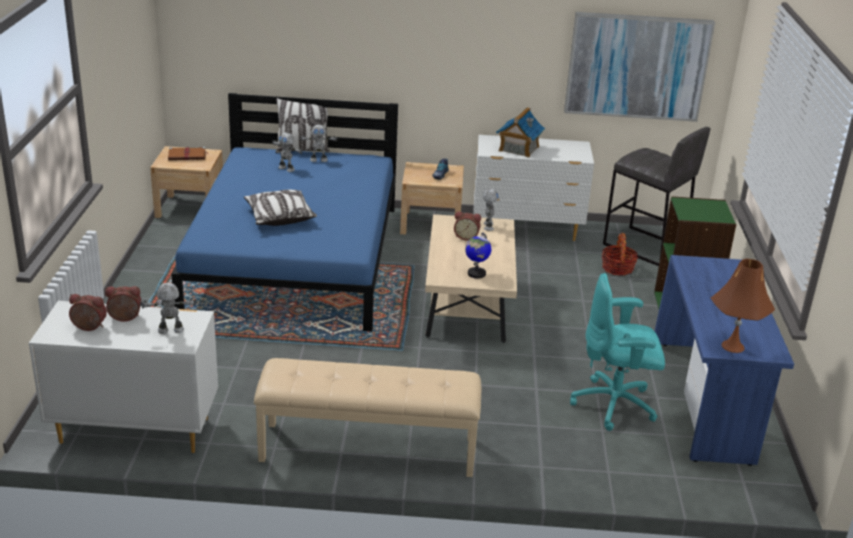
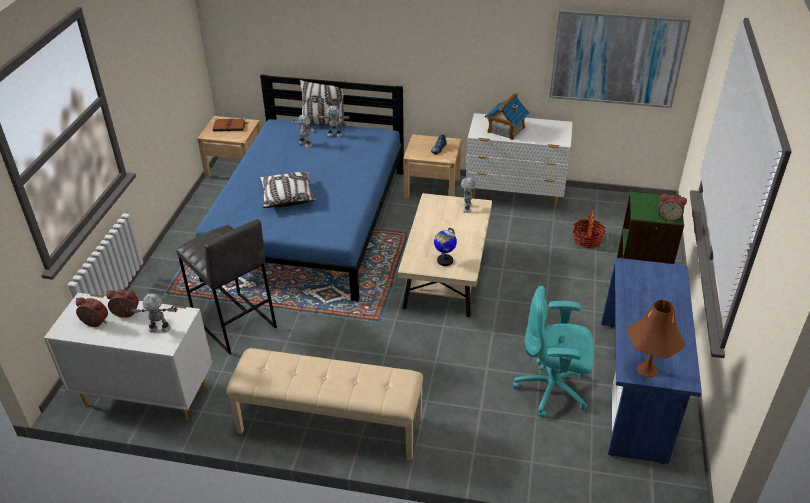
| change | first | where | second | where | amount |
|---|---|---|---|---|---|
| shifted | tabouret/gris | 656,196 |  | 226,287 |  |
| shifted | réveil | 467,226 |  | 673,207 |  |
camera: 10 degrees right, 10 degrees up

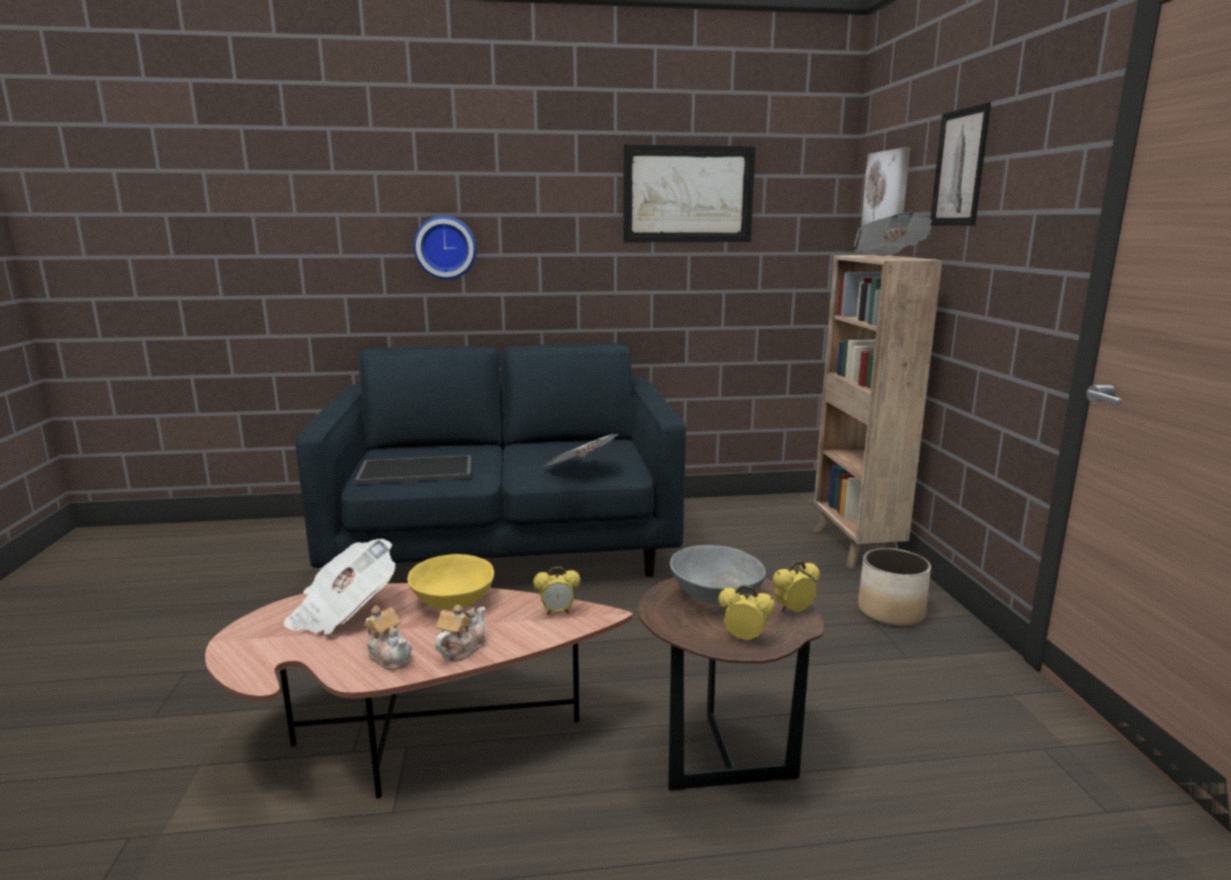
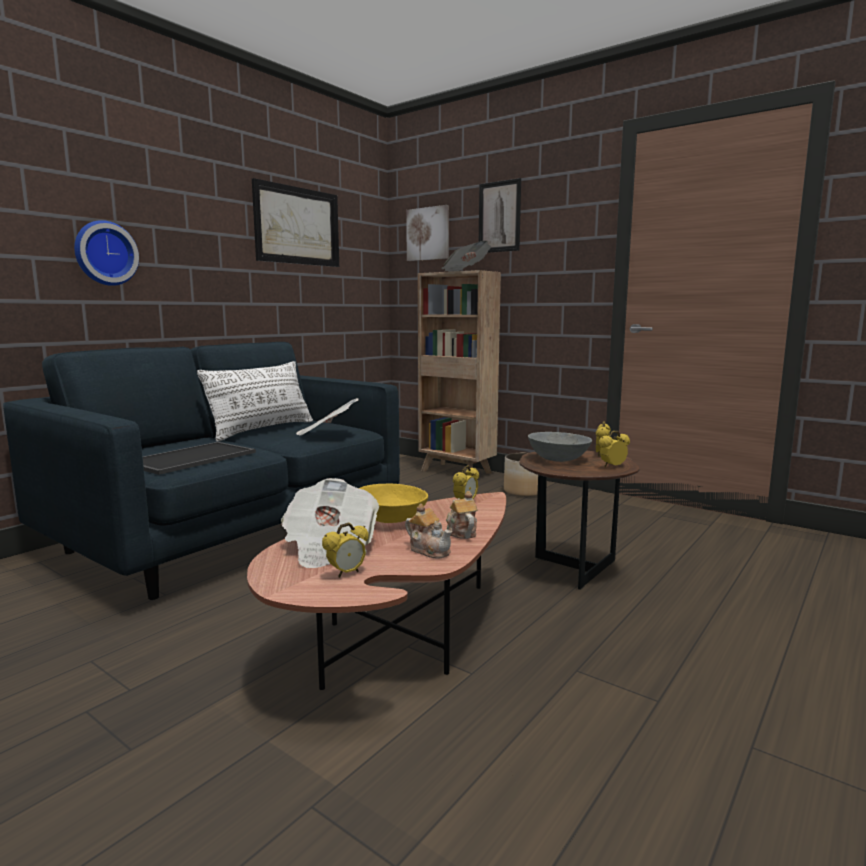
| change | first | where | second | where | amount |
|---|---|---|---|---|---|
| rotated | théière | 388,637 |  | 428,531 | 45 degrees clockwise |
| new |  |  | coussin/blanc | 255,401 |  |
| new |  |  | réveil | 345,550 |  |
camera: 45 degrees left, 5 degrees down

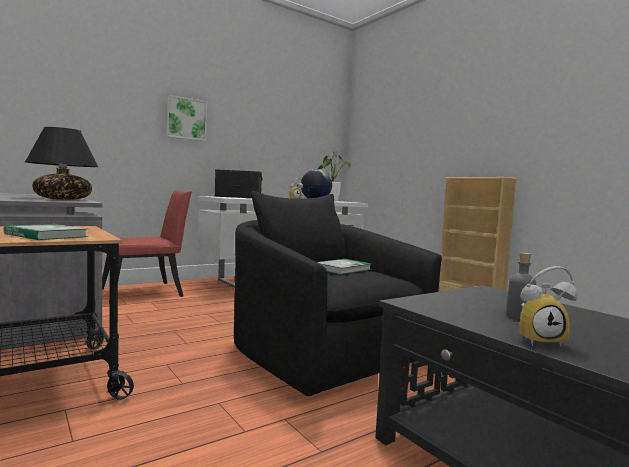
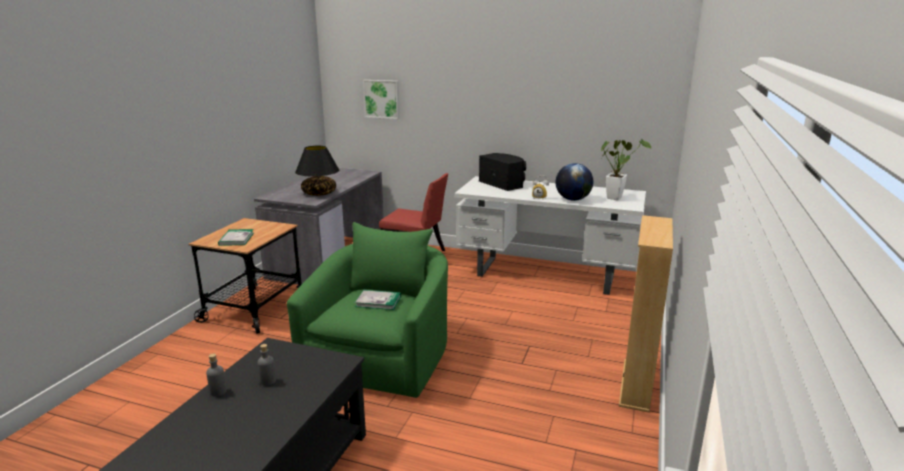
| change | first | where | second | where | amount |
|---|---|---|---|---|---|
| shifted | tableau | 186,118 |  | 381,99 |  |
| repainted | fauteuil/noir | 338,293 | fauteuil/vert | 367,310 |  |
| swapped | réveil | 548,306 | bouteille/gris | 216,375 |  |
camera: 55 degrees right, 15 degrees up

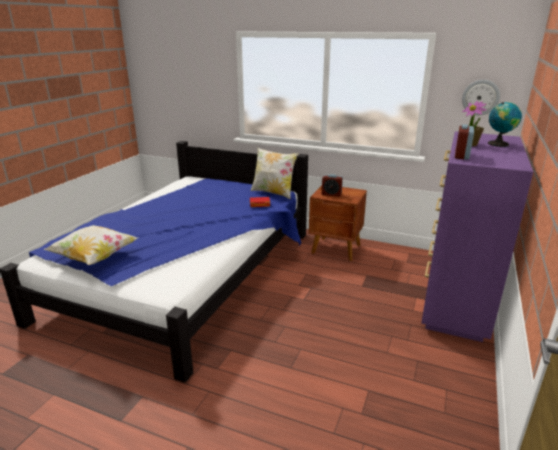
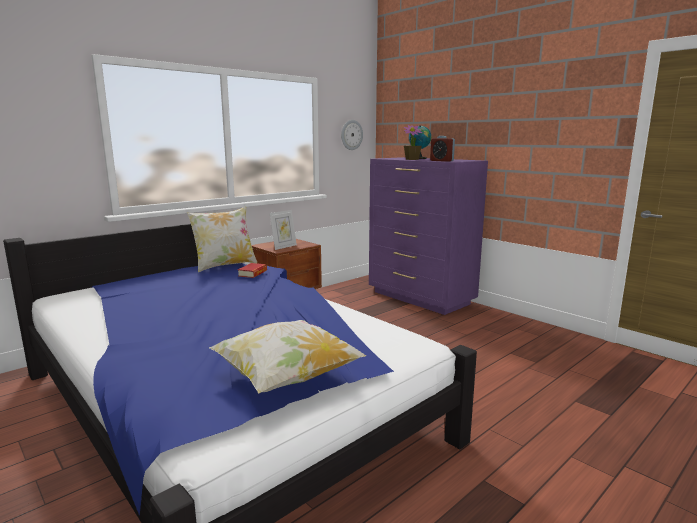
| change | first | where | second | where | amount |
|---|---|---|---|---|---|
| swapped | réveil | 332,185 | cadre photo | 283,230 |  |
camera: 65 degrees left, 10 degrees down

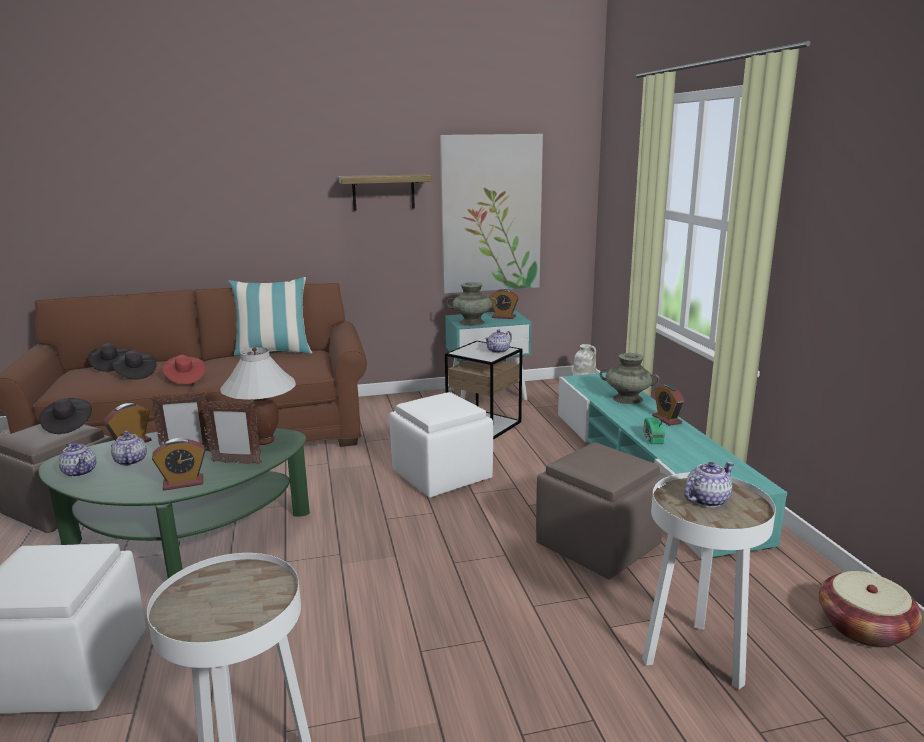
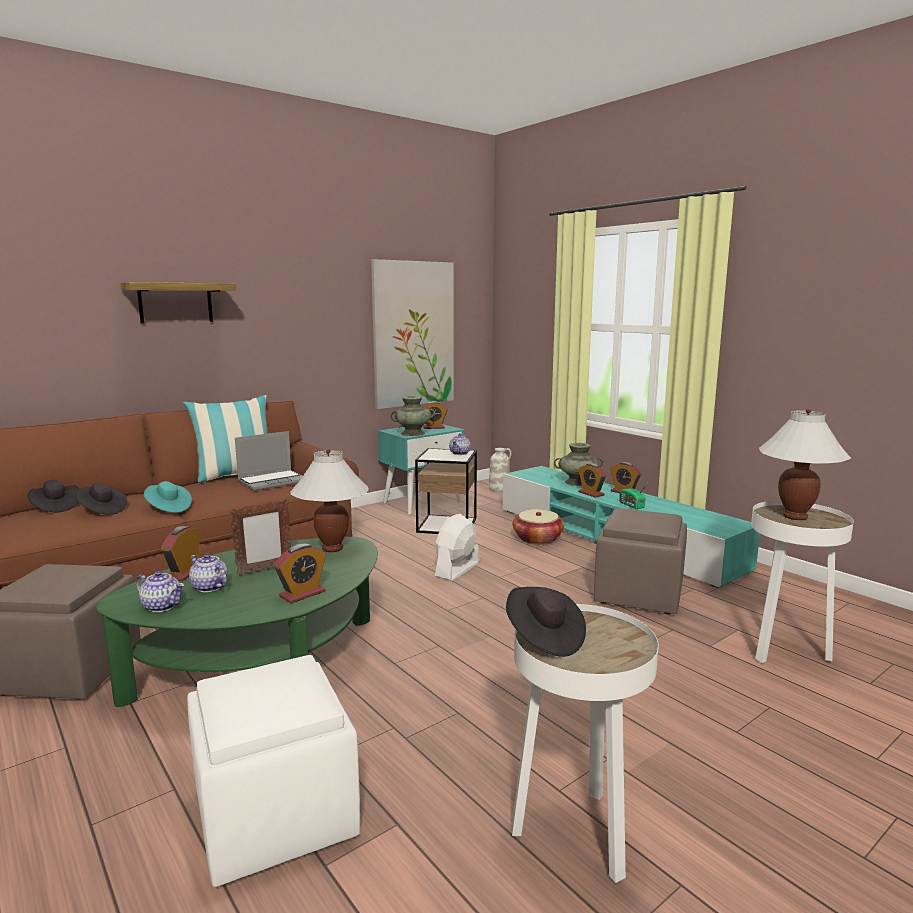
| change | first | where | second | where | amount |
|---|---|---|---|---|---|
| shifted | étagère | 385,192 |  | 178,302 |  |
| repainted | chapeau/rouge | 184,369 | chapeau/turquoise | 168,497 |  |
| swapped | pouf/blanc | 441,445 | ventilateur/blanc | 457,547 |  |
| shifted | chapeau/noir | 65,416 |  | 546,622 |  |
| gone | cadre photo | 232,433 |  |  |  |
| swapped | théière | 709,485 | lampe de table/blanc | 805,464 |  |
| shifted | panier | 870,609 |  | 538,527 |  |
| new |  |  | ordinateur portable | 269,461 |  |
| new |  |  | réveil | 592,480 |  |
camera: 25 degrees left, 5 degrees down

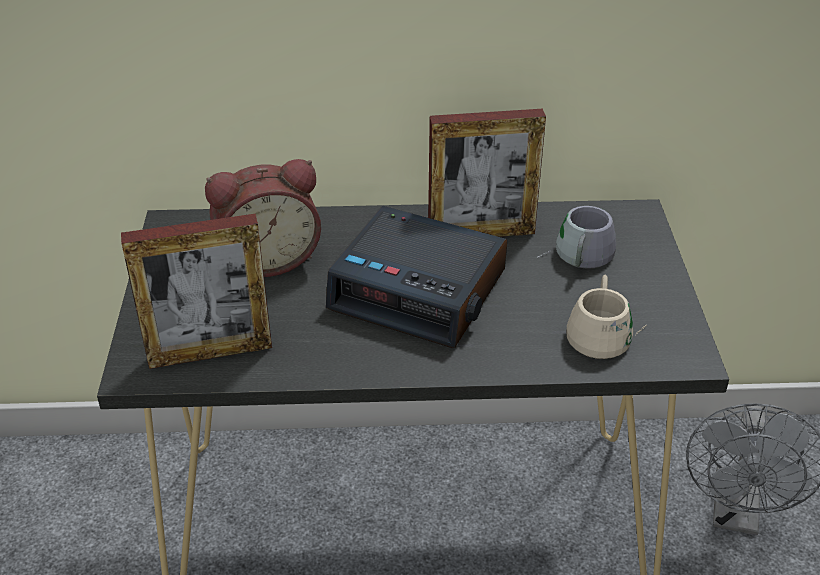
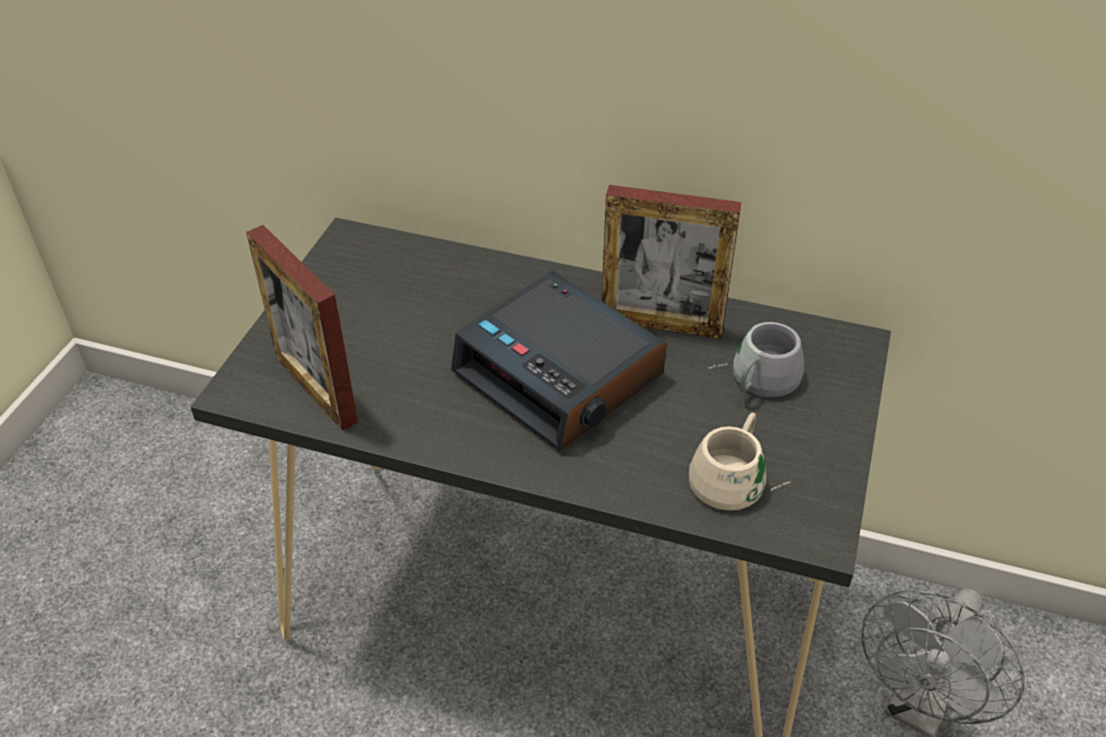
| change | first | where | second | where | amount |
|---|---|---|---|---|---|
| gone | réveil | 263,218 |  |  |  |
| rotated | cadre photo | 196,291 |  | 302,328 | 45 degrees clockwise |
camera: 20 degrees right, 5 degrees up

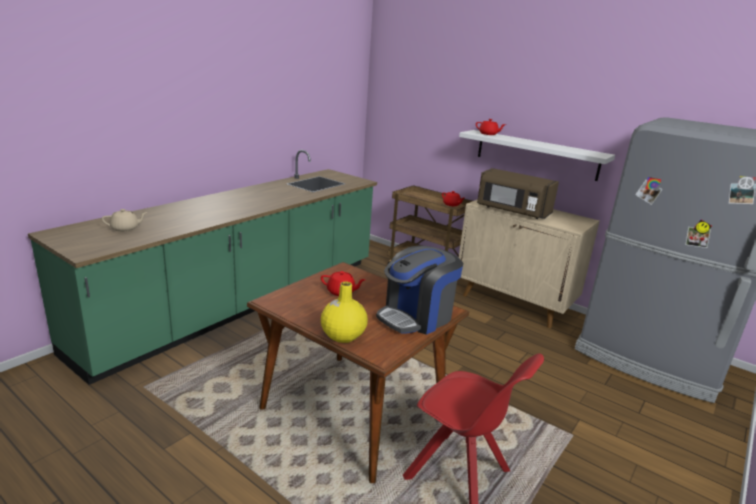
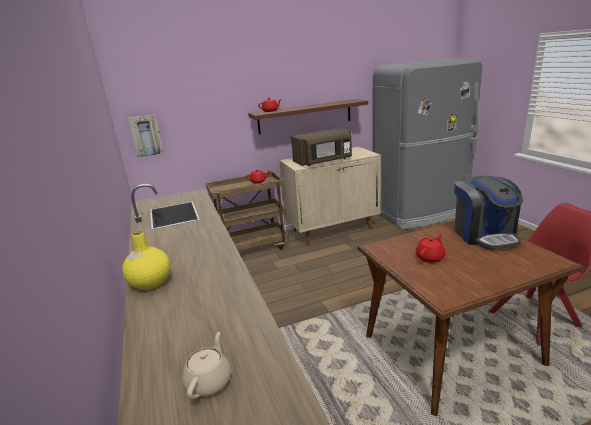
| change | first | where | second | where | amount |
|---|---|---|---|---|---|
| repainted | étagère/blanc | 537,155 | étagère/marron | 308,116 |  |
| shifted | vase/jaune | 344,312 |  | 146,260 |  |
| new |  |  | tableau | 146,136 |  |
camera: 55 degrees left, 0 degrees up

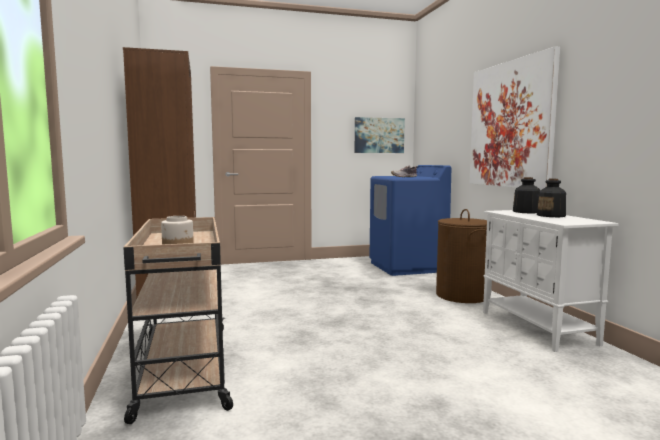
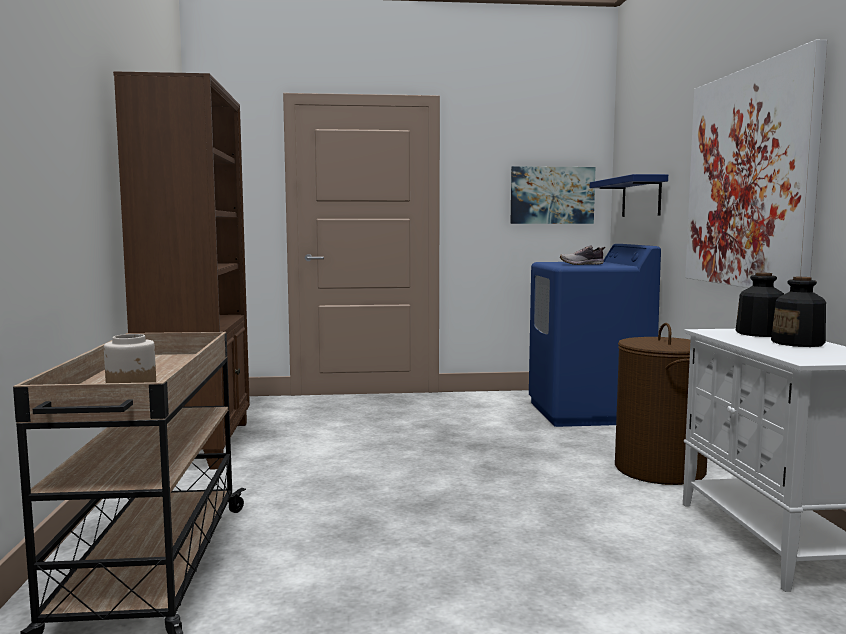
| change | first | where | second | where | amount |
|---|---|---|---|---|---|
| new |  |  | étagère/bleu | 629,195 |  |
camera: 10 degrees right, 0 degrees up

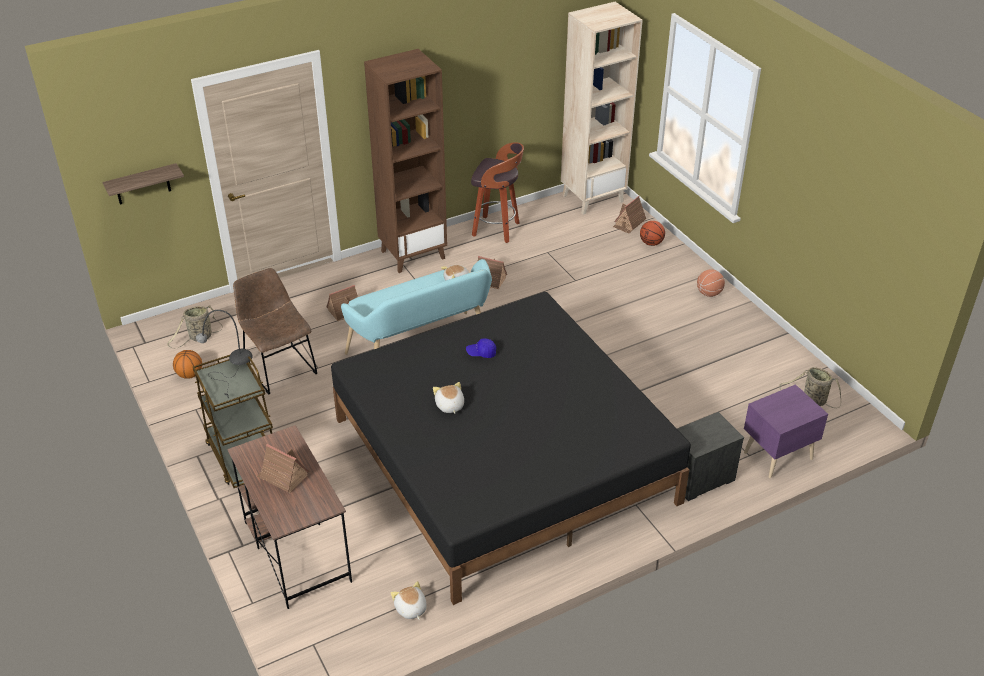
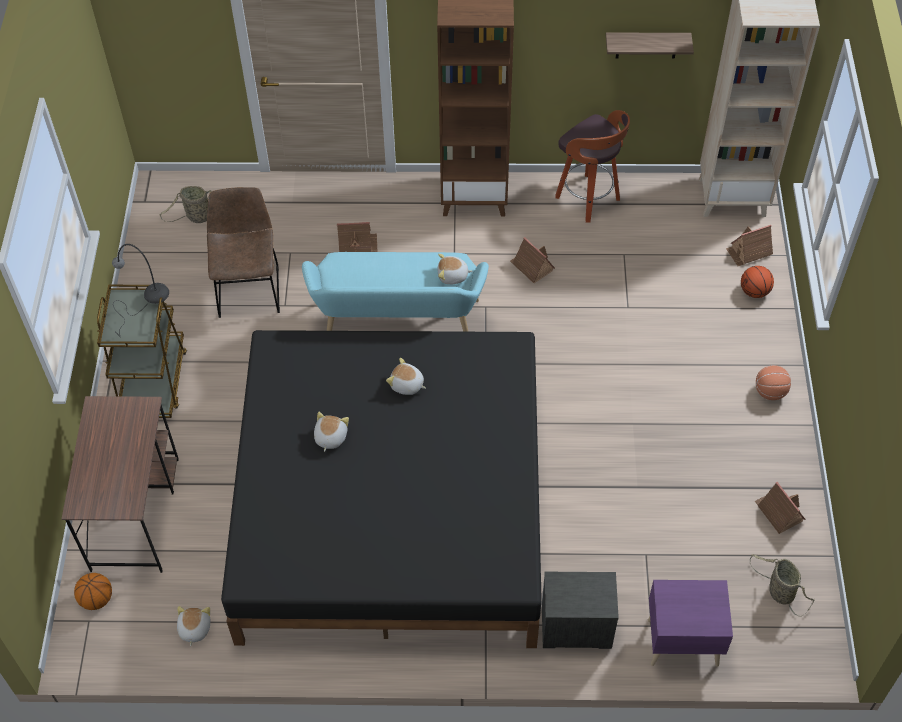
| change | first | where | second | where | amount |
|---|---|---|---|---|---|
| shifted | étagère | 143,184 |  | 650,46 |  |
| swapped | casquette/bleu | 481,348 | peluche | 406,376 |  |
| shifted | ballon de basket | 187,364 |  | 93,591 |  |
| shifted | maison miniature | 283,468 |  | 780,508 |  |
camera: 30 degrees right, 15 degrees up

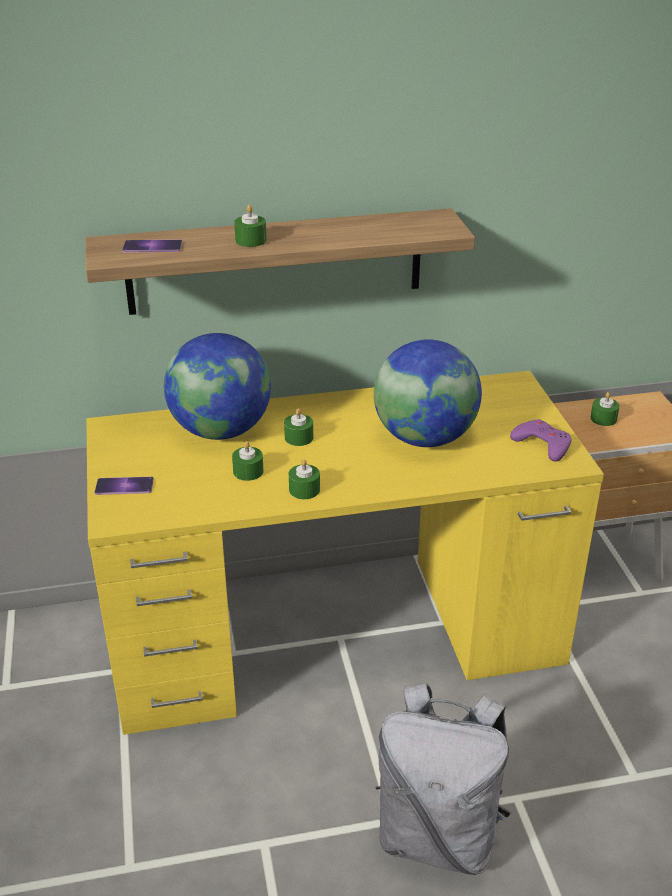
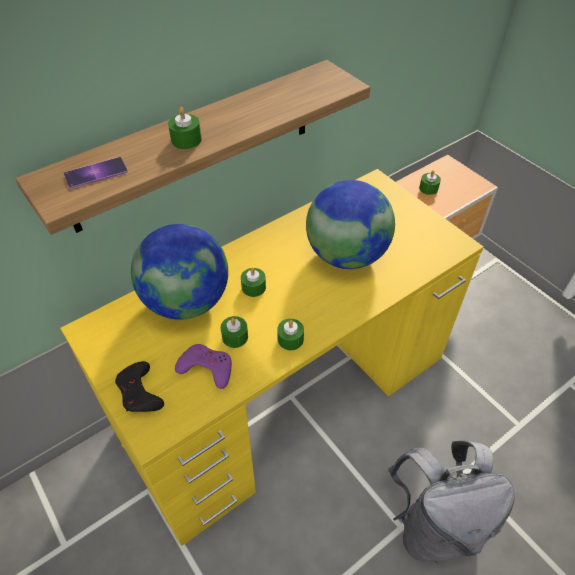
| change | first | where | second | where | amount |
|---|---|---|---|---|---|
| shifted | manette/violet | 541,440 |  | 203,366 |  |
| swapped | téléphone | 124,486 | manette/noir | 139,386 |  |
camera: 25 degrees left, 15 degrees up

